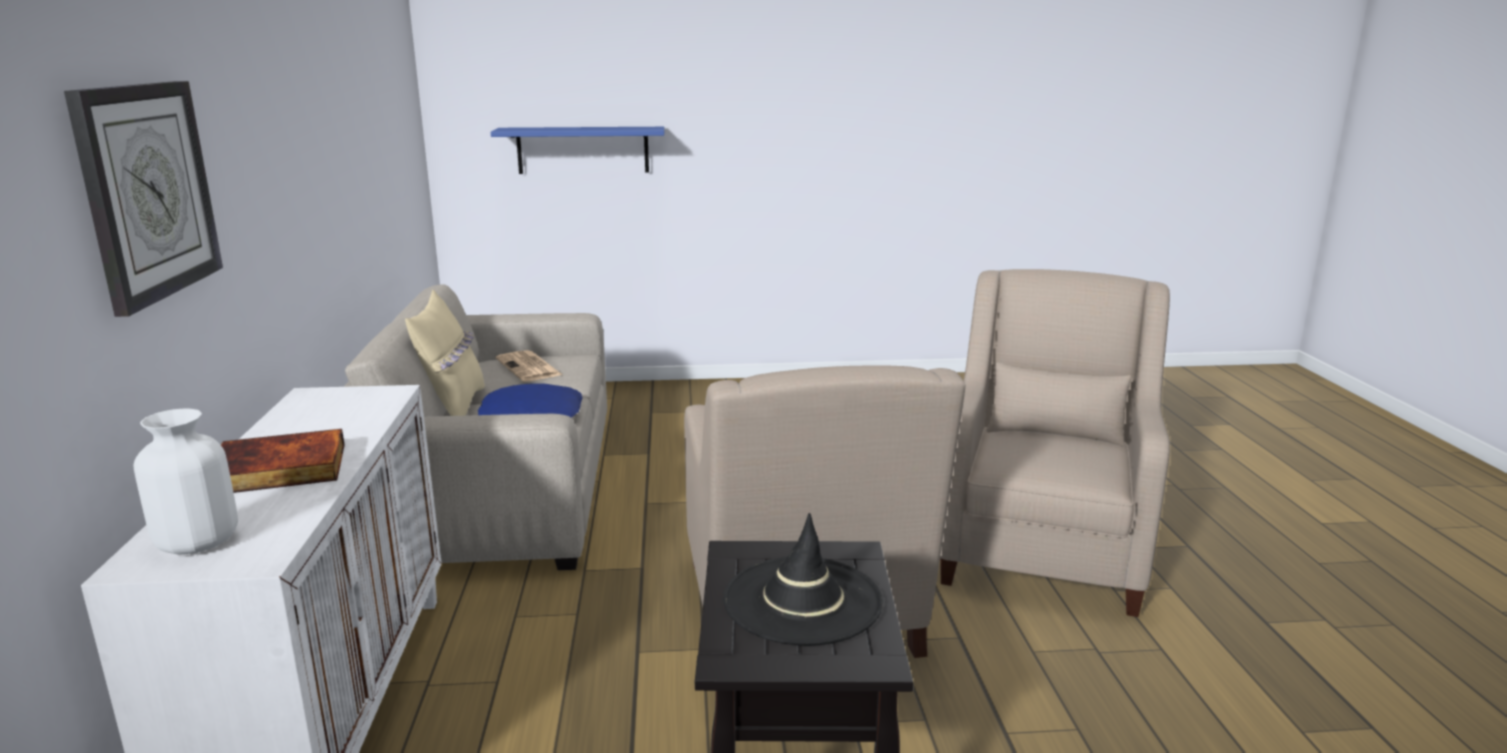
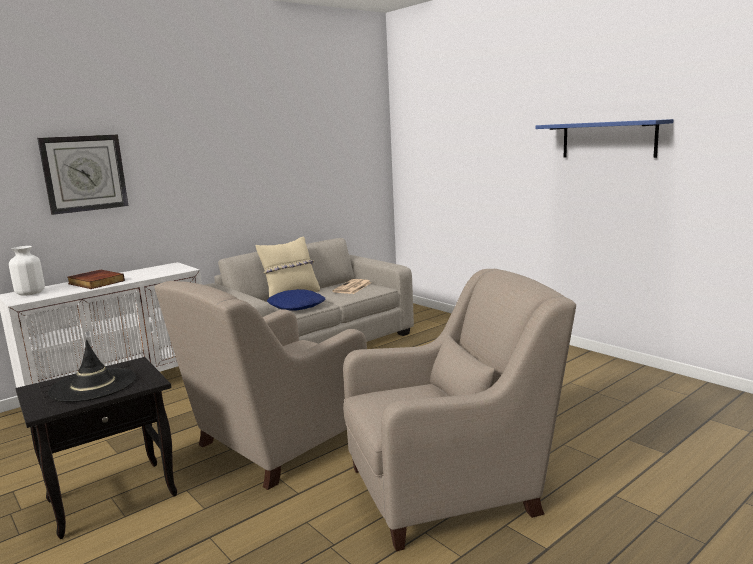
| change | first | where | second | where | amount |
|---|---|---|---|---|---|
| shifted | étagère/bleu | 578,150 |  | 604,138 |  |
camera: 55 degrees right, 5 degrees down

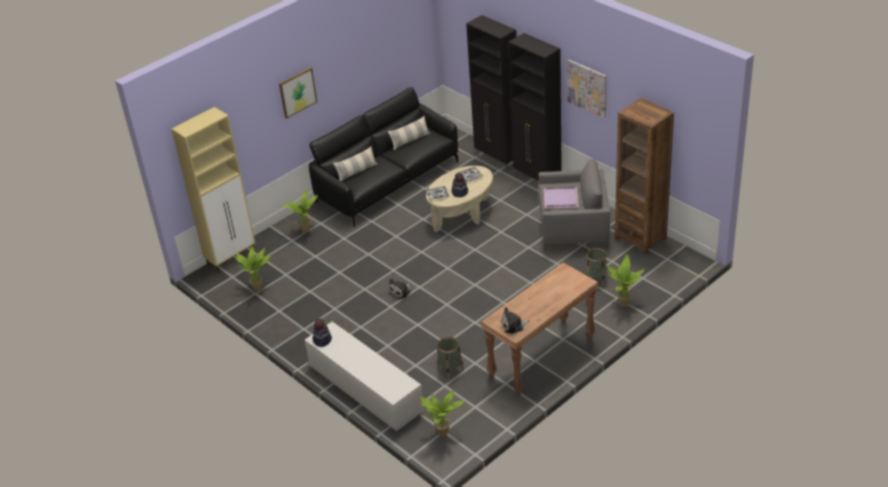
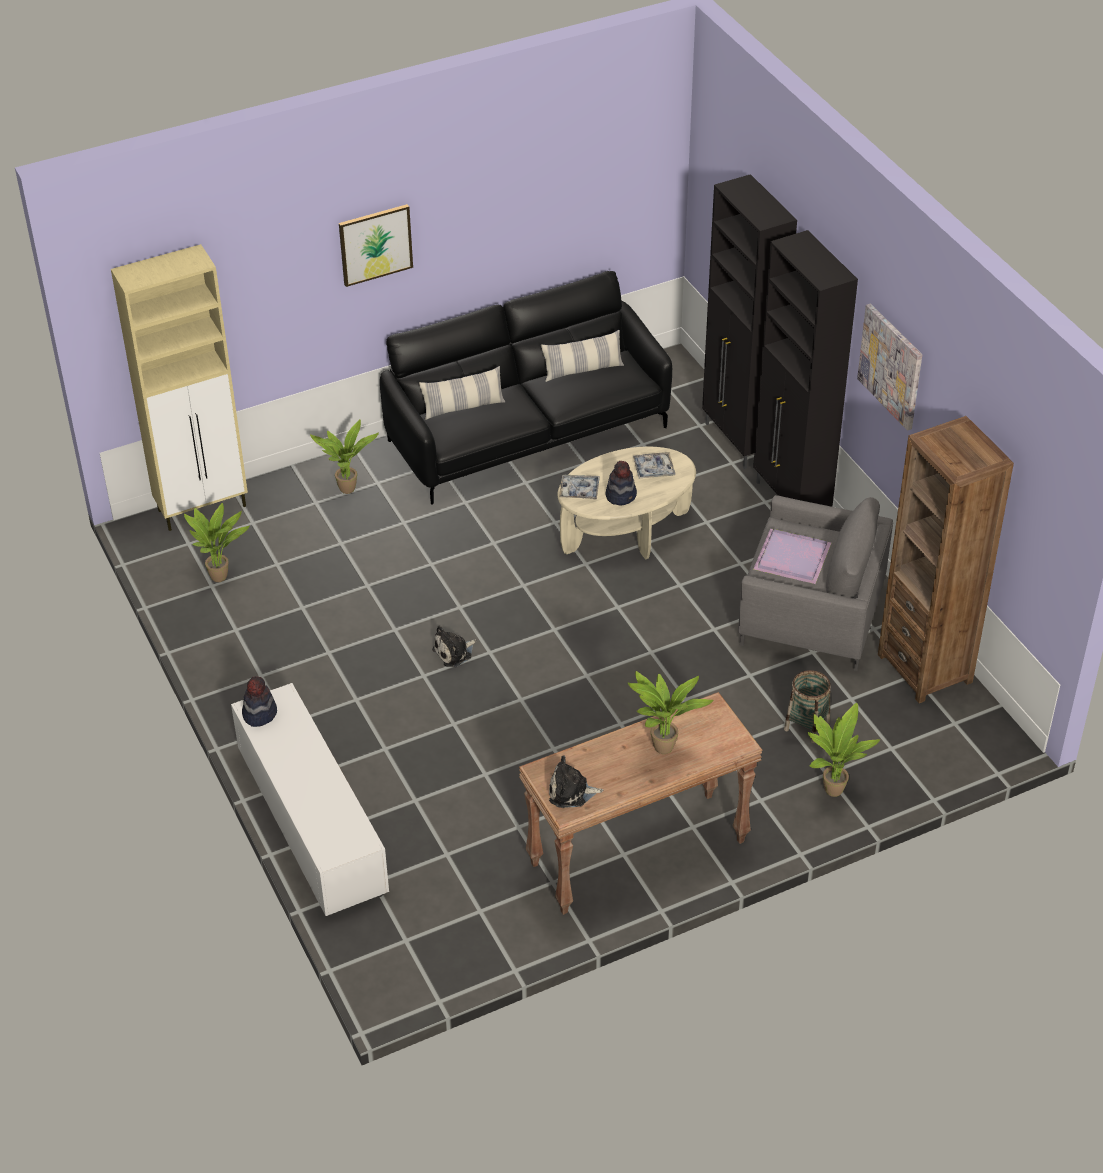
| change | first | where | second | where | amount |
|---|---|---|---|---|---|
| gone | panier | 450,358 |  |  |  |
| shifted | plante en pot | 442,413 |  | 671,712 |  |
camera: 15 degrees right, 5 degrees up

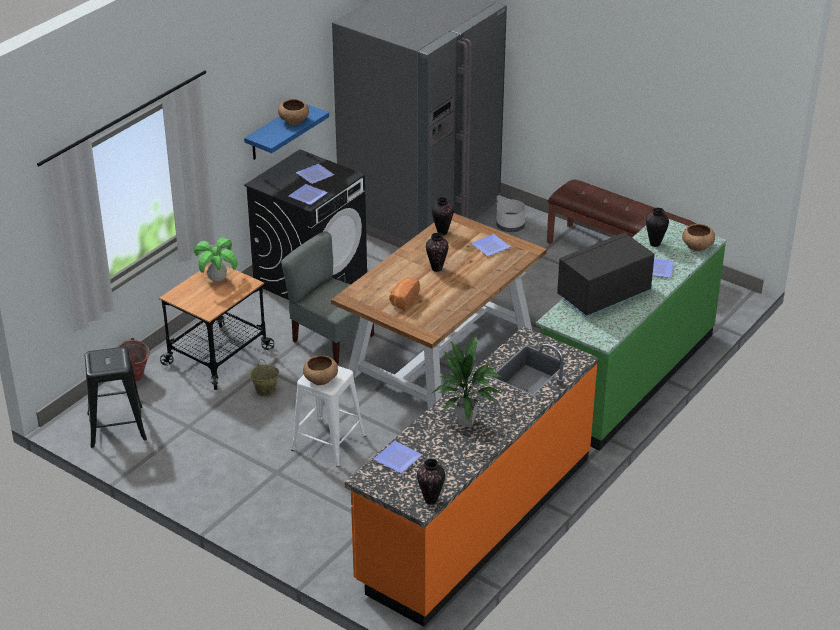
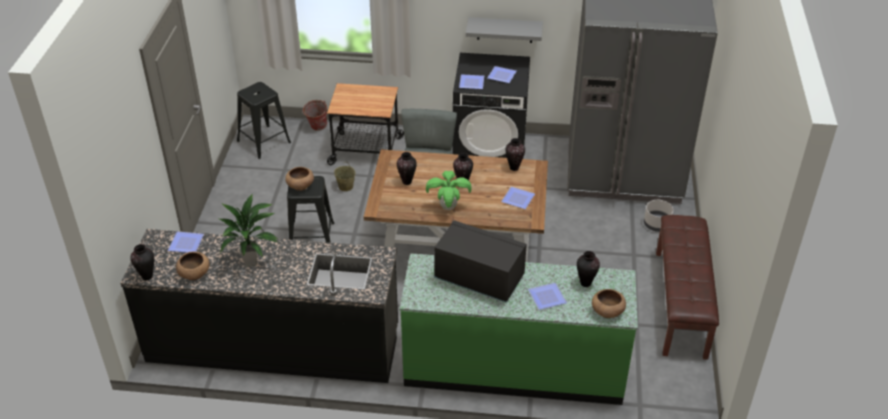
| change | first | where | second | where | amount |
|---|---|---|---|---|---|
| shifted | bol/marron | 293,112 |  | 193,266 |  |
| repainted | étagère/bleu | 286,132 | étagère/gris | 504,30 |  |
| shifted | plante en pot | 216,260 |  | 449,190 |  |
| swapped | pain | 404,294 | vase | 407,168 |  |
| repainted | comptoir de cuisine/orange | 471,476 | comptoir de cuisine/noir | 259,306 |  |
| repainted | tabouret/blanc | 328,416 | tabouret/noir | 311,209 |  |
camera: 60 degrees right, 5 degrees up

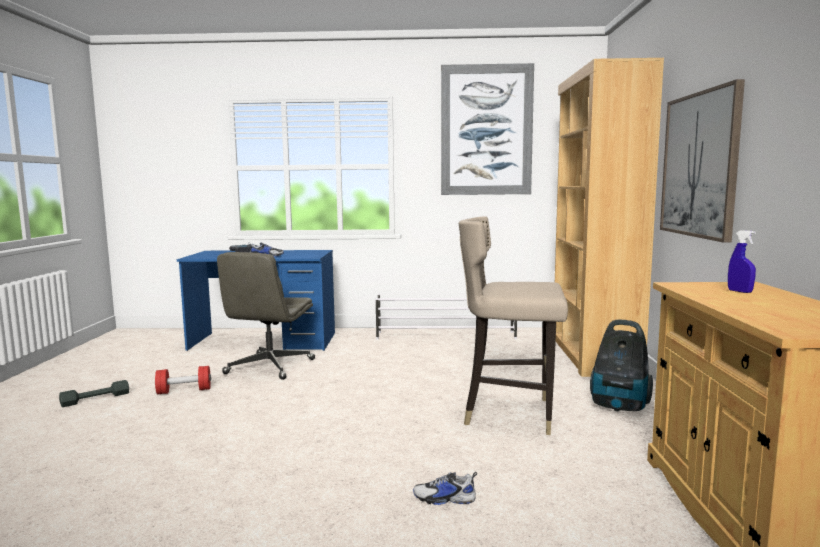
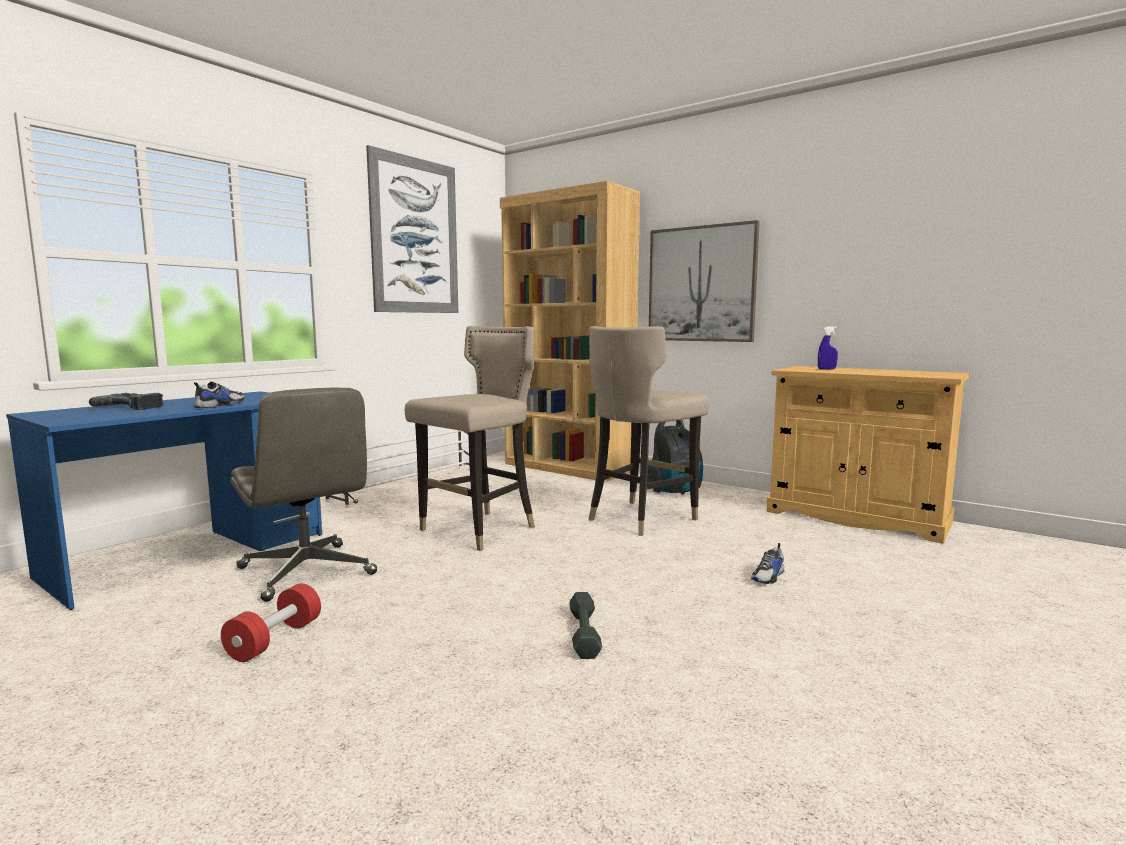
| change | first | where | second | where | amount |
|---|---|---|---|---|---|
| shifted | haltère/gris | 94,393 |  | 585,625 |  |
| new |  |  | tabouret/beige | 470,438 |  |
camera: 55 degrees left, 0 degrees up

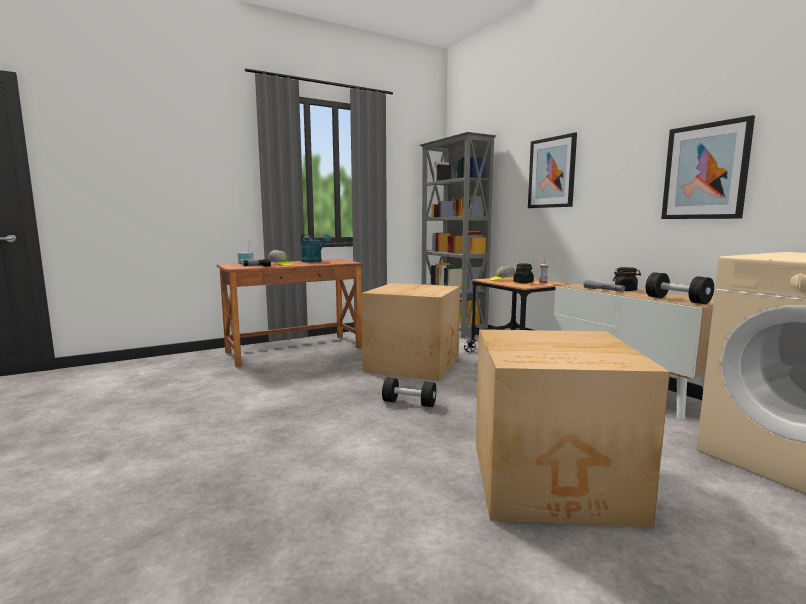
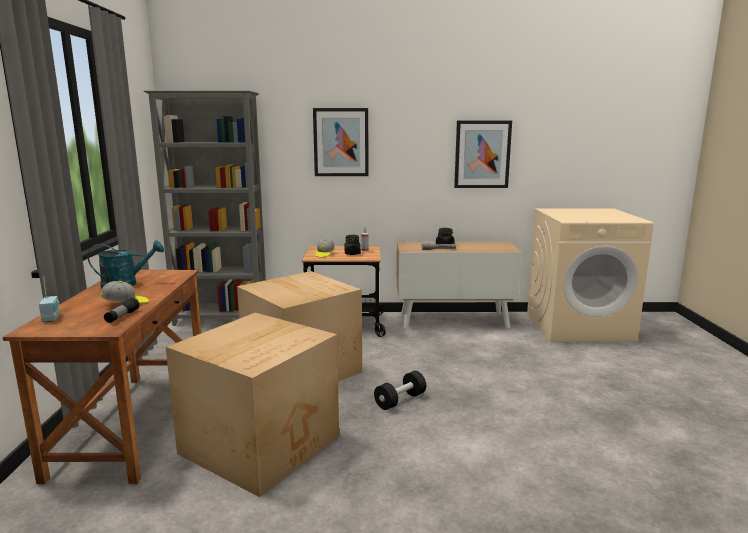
| change | first | where | second | where | amount |
|---|---|---|---|---|---|
| gone | haltère/noir | 680,288 |  |  |  |
| shifted | carton | 573,428 |  | 252,405 |  |
camera: 60 degrees left, 5 degrees up

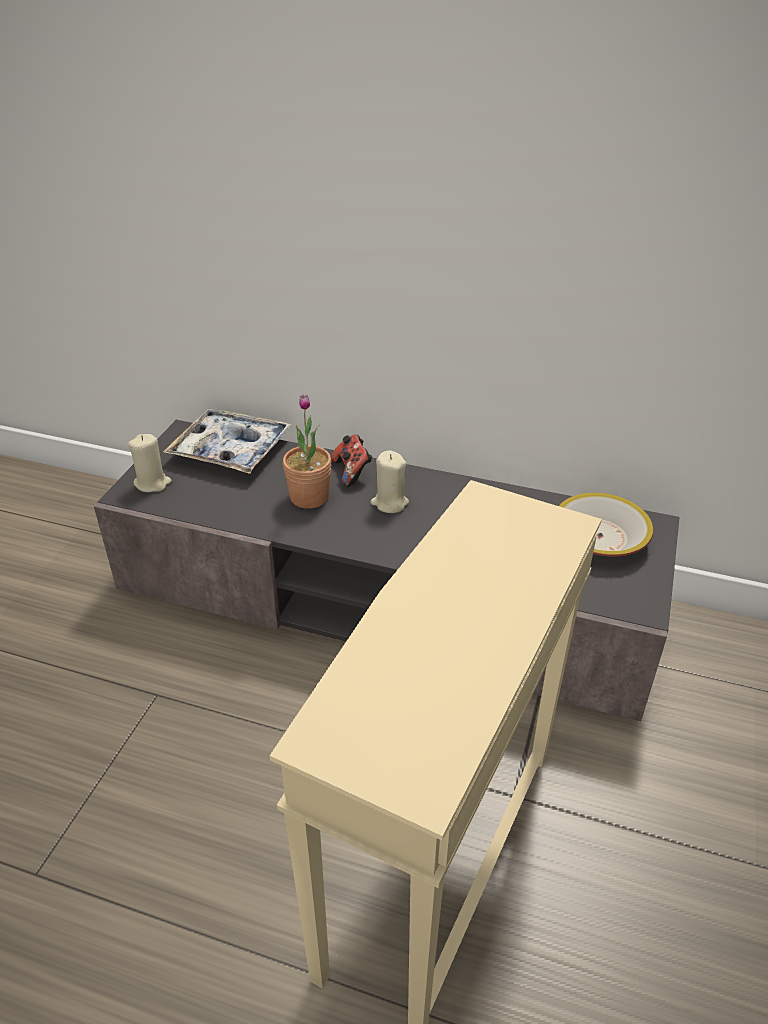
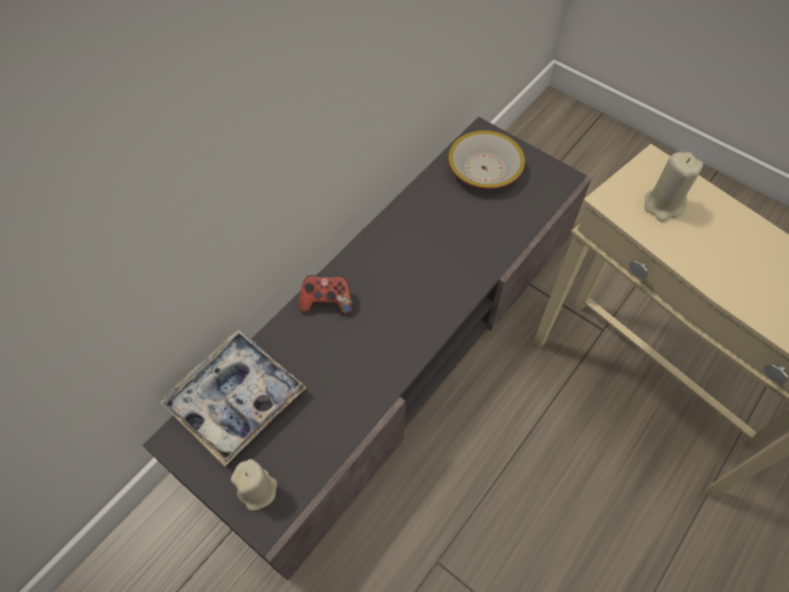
| change | first | where | second | where | amount |
|---|---|---|---|---|---|
| gone | plante en pot | 307,452 |  |  |  |
| shifted | bougie/beige | 389,481 |  | 673,187 |  |
camera: 70 degrees left, 20 degrees up

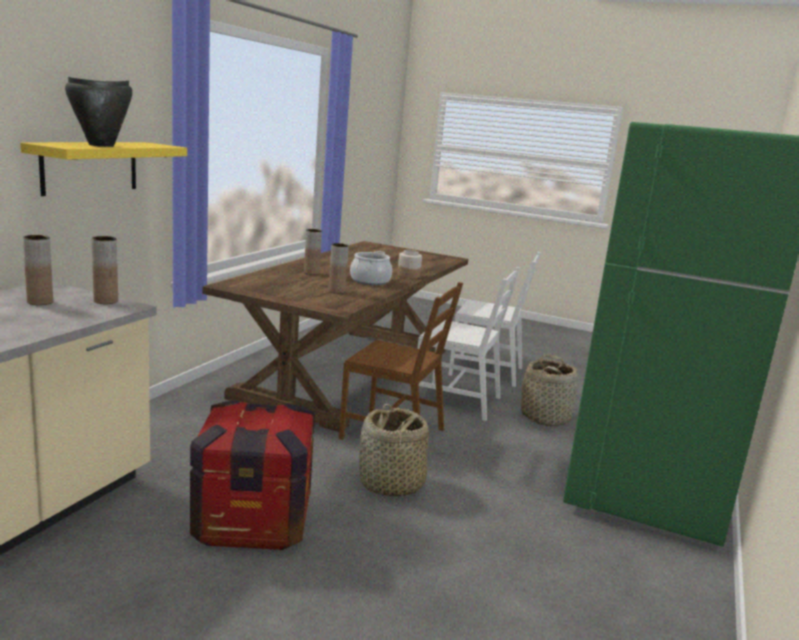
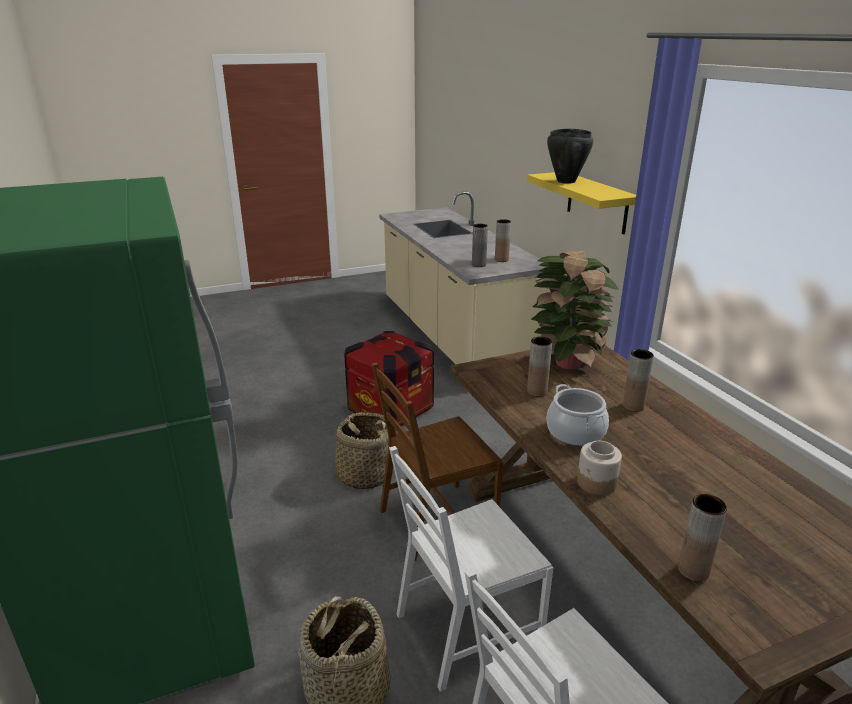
| change | first | where | second | where | amount |
|---|---|---|---|---|---|
| shifted | vase/marron | 104,270 |  | 702,538 |  |
| new |  |  | vase/gris | 480,245 |  |
| new |  |  | plante en pot | 575,309 |  |
camera: 135 degrees right, 10 degrees up

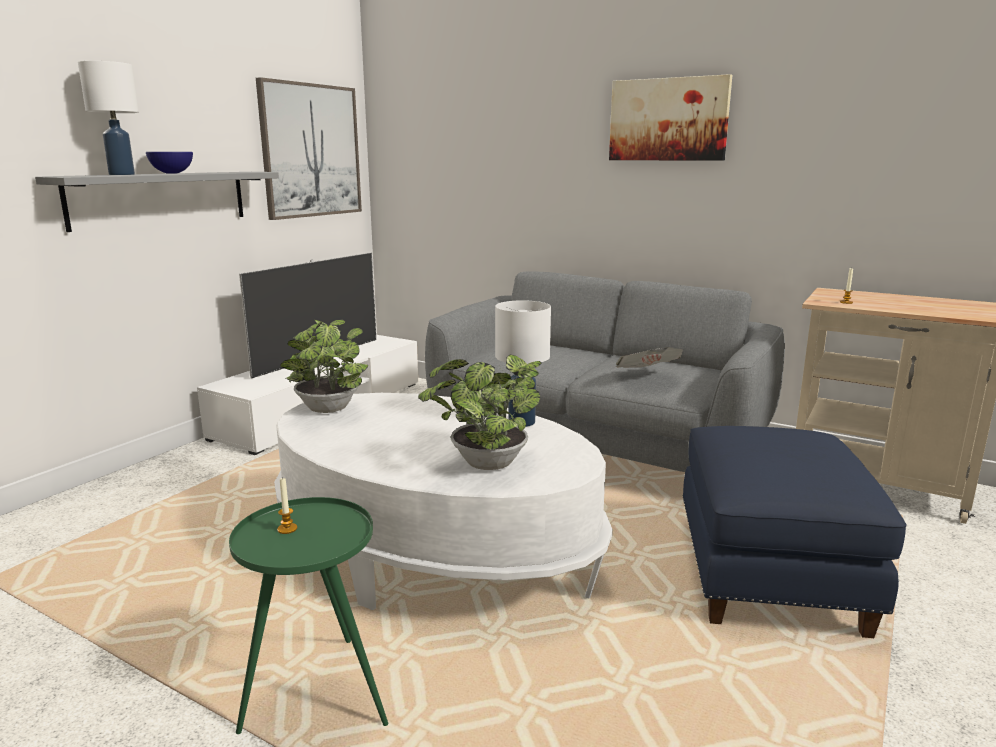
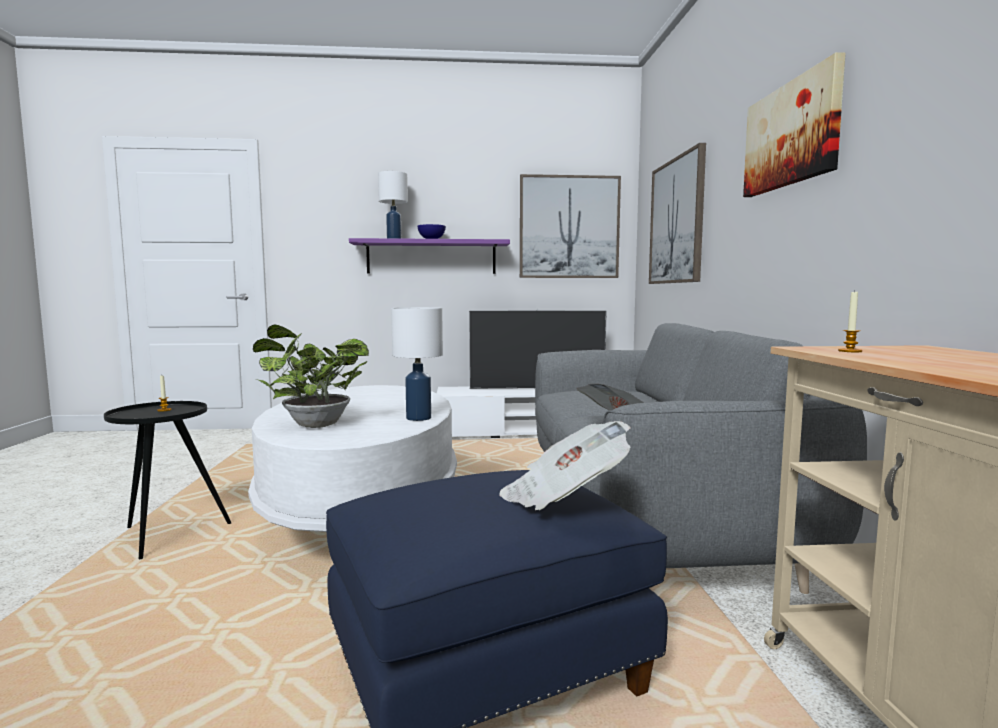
| change | first | where | second | where | amount |
|---|---|---|---|---|---|
| repainted | étagère/gris | 157,202 | étagère/violet | 429,256 |  |
| gone | plante en pot | 324,366 |  |  |  |
| repainted | table d'appoint/vert | 308,615 | table d'appoint/noir | 167,480 |  |
| new |  |  | tableau | 677,213 |  |
| new |  |  | journal | 565,465 |  |
camera: 55 degrees right, 10 degrees down

